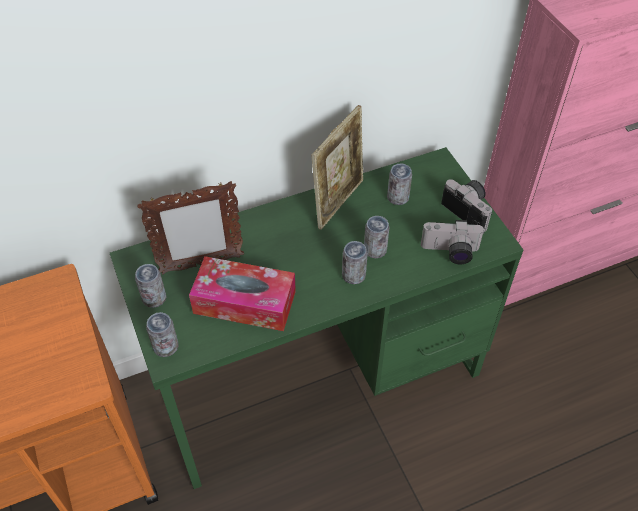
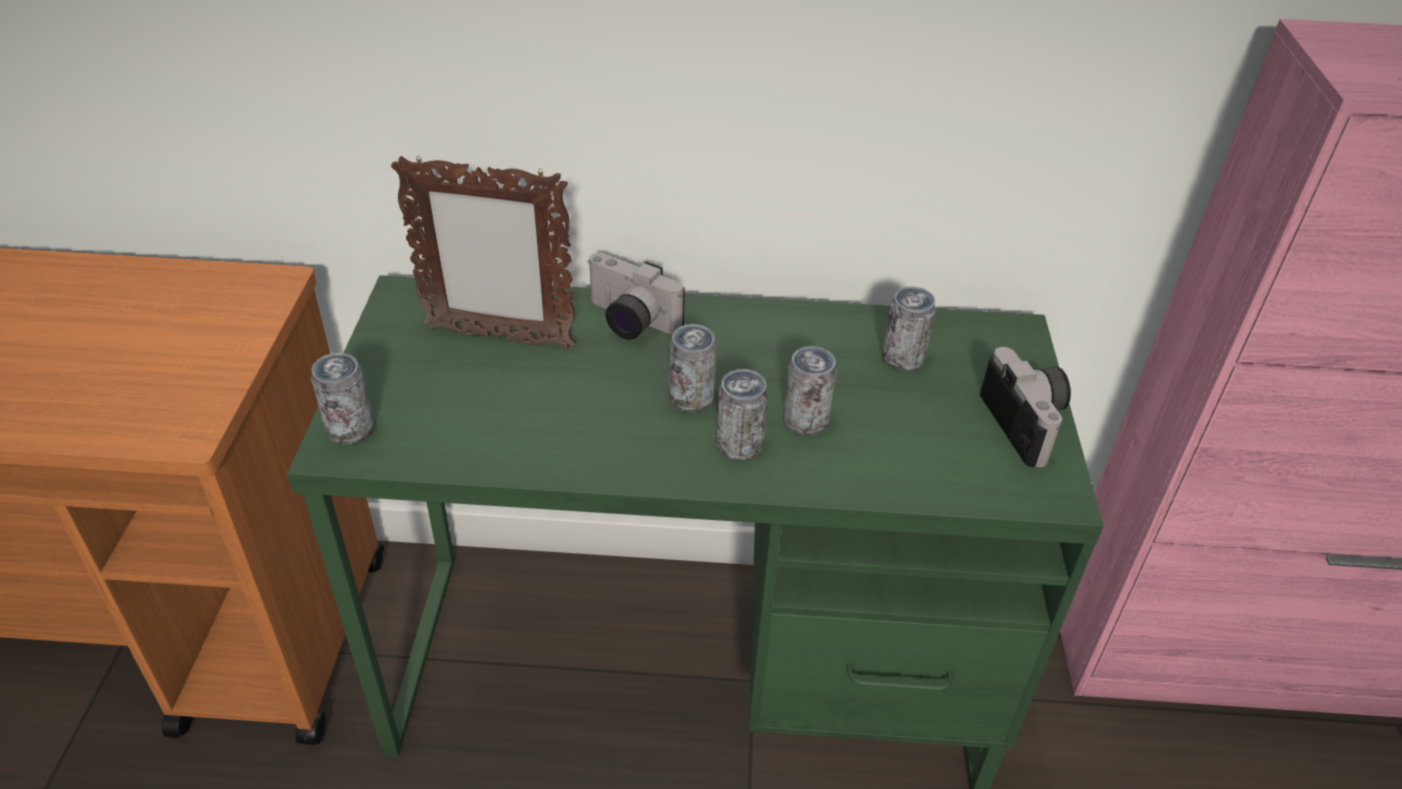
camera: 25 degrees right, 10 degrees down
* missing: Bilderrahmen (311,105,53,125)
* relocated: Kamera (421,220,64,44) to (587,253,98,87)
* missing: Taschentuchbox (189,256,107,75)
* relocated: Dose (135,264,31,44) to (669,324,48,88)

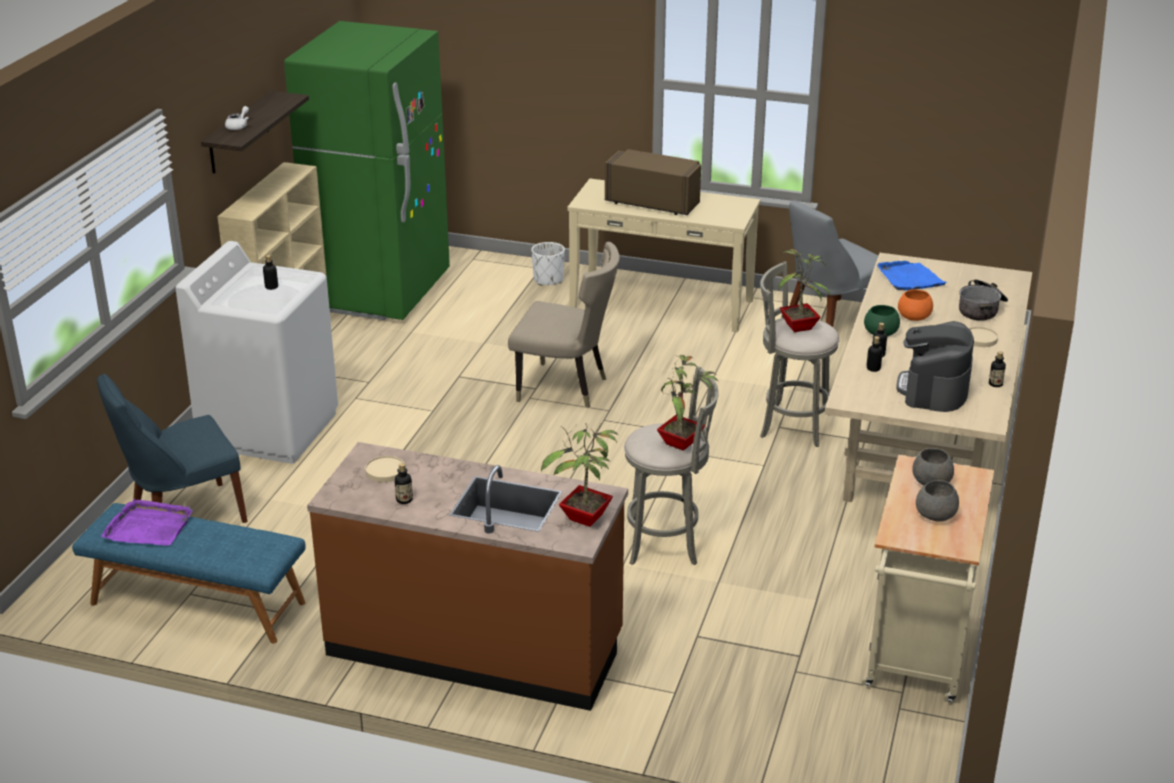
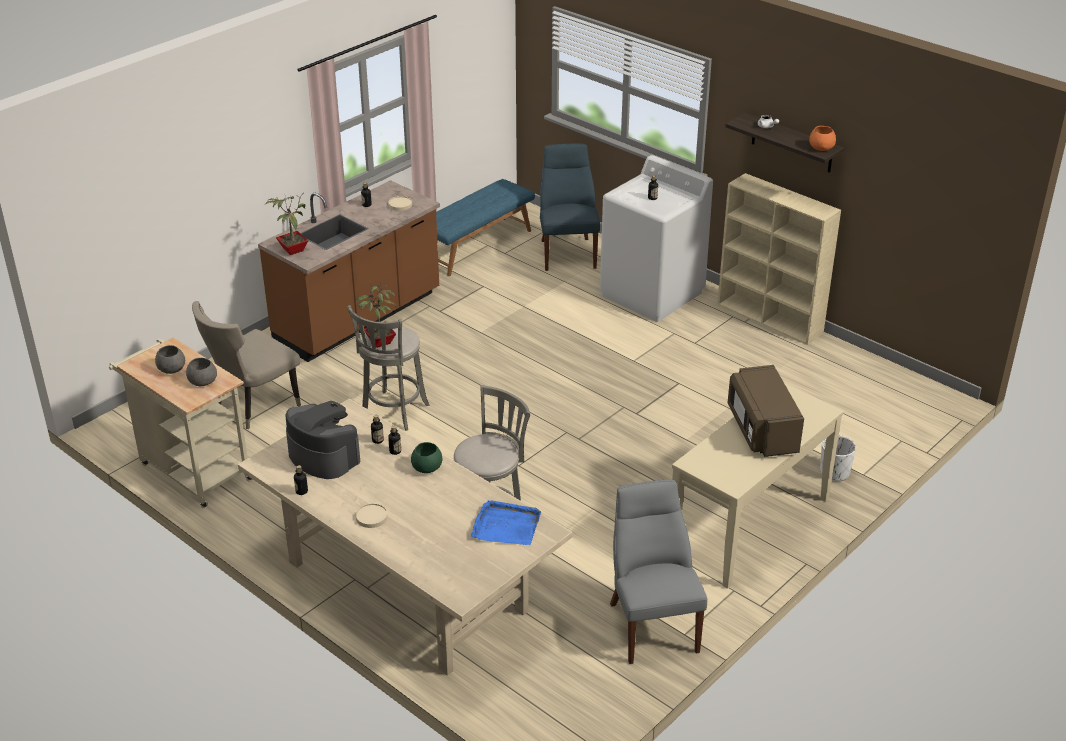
camera: 115 degrees right, 5 degrees up
* missing: Kühlschrank/grün (284,21,166,299)
* spun: Mikrowelle/braun (605,149,96,66) = (727,365,77,92) 120 degrees clockwise
* relocated: Stuhl/beige (508,242,112,166) to (192,301,109,128)
* missing: Topfpflanze (778,249,53,83)
* missing: Kochtopf (959,279,49,42)
* relocated: Schüssel/orange (898,289,35,32) to (809,126,27,25)
* missing: Tablett/lila (101,499,92,47)

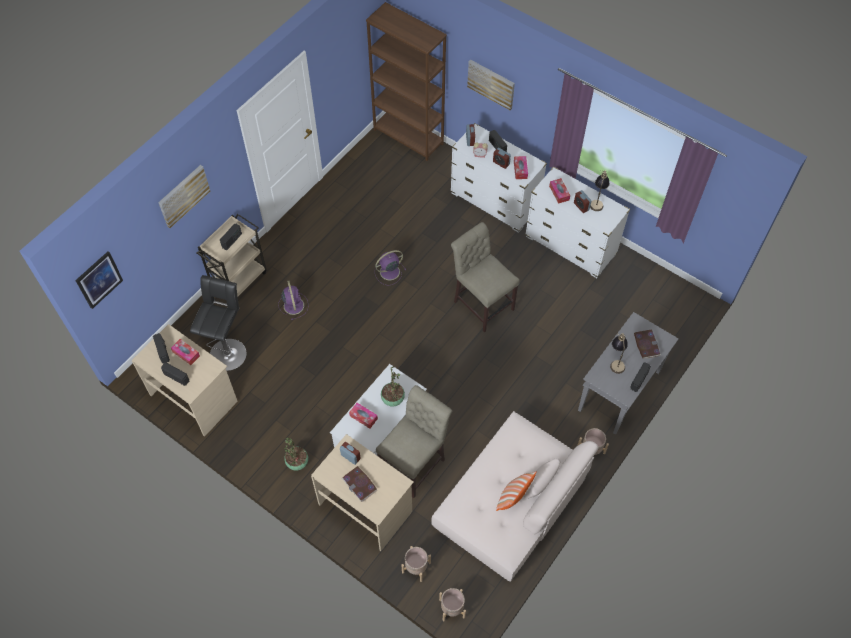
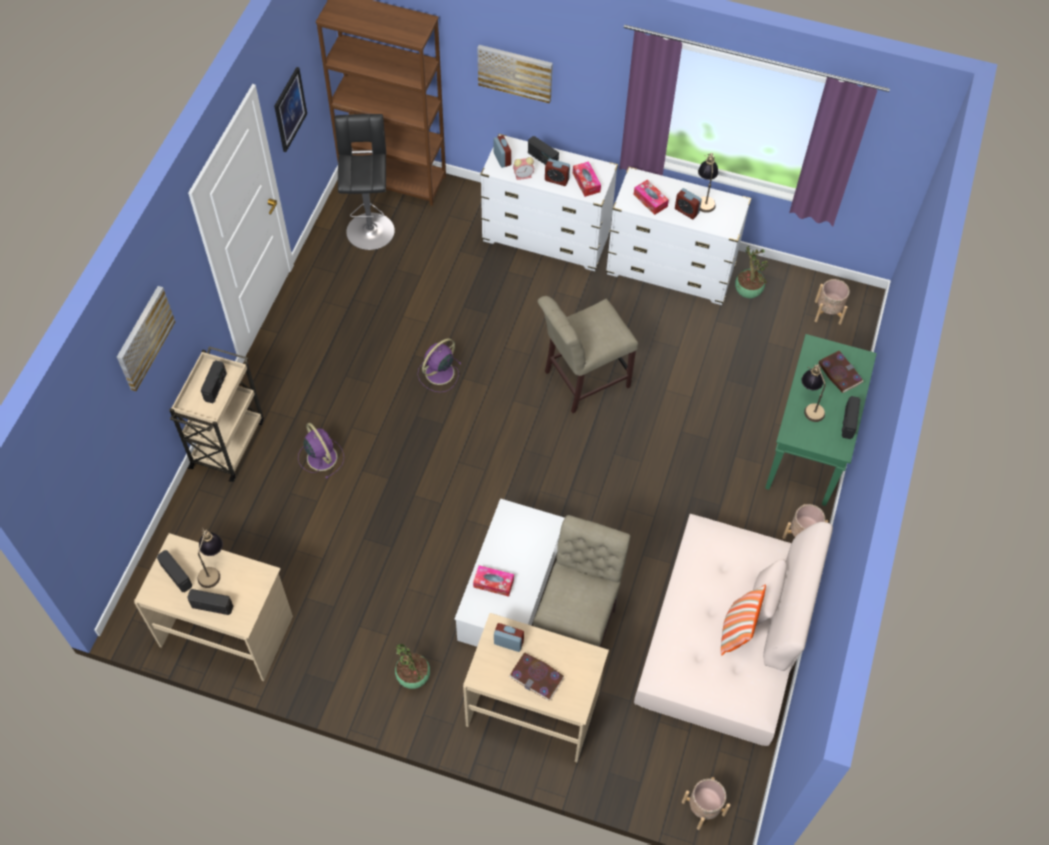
camera: 20 degrees left, 0 degrees up
* spun: Stuhl/beige (451,222,69,110) = (538,296,100,117) 60 degrees counterclockwise
* relocated: Bild (75,251,48,58) to (274,67,33,85)
* relocated: Hocker/schwarz (190,275,57,96) to (335,114,60,136)
* colour: Konsolentisch/grau (578,312,100,123) to Konsolentisch/grün (765,334,112,172)
* exchanged: Taschentuchbox (171,339,29,26) to Tischlampe (198,528,25,60)
* relocated: Topfpflanze (381,367,24,40) to (735,246,33,52)
* relocated: Pflanzkübel/beige (401,546,30,36) to (815,279,35,46)

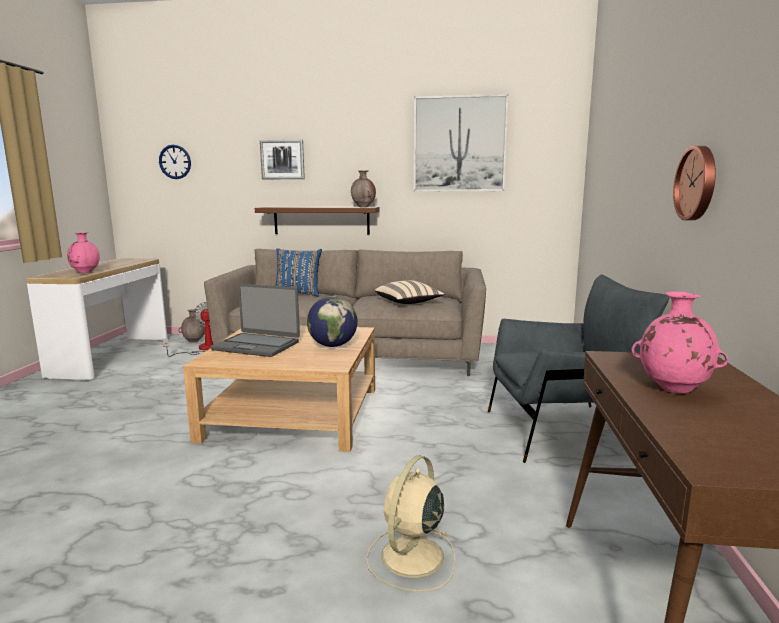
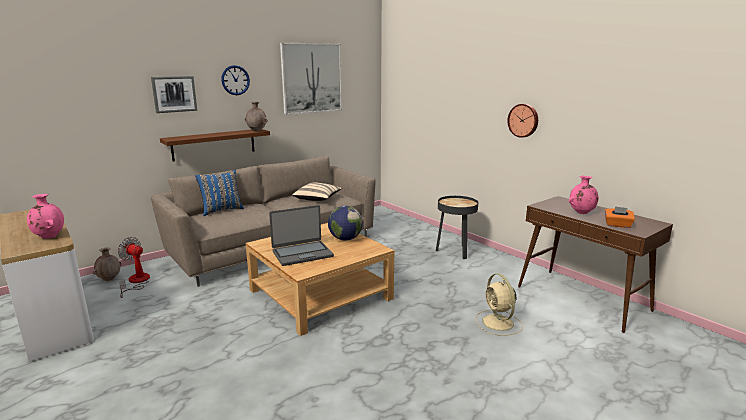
camera: 45 degrees left, 5 degrees up
* relocated: Wanduhr (159,145,32,34) to (221,65,29,30)
* exchanged: Sessel/grau (488,274,182,189) to Beistelltisch/schwarz (436,196,42,63)
* appeared: Taschentuchbox/orange (605,206,30,22)

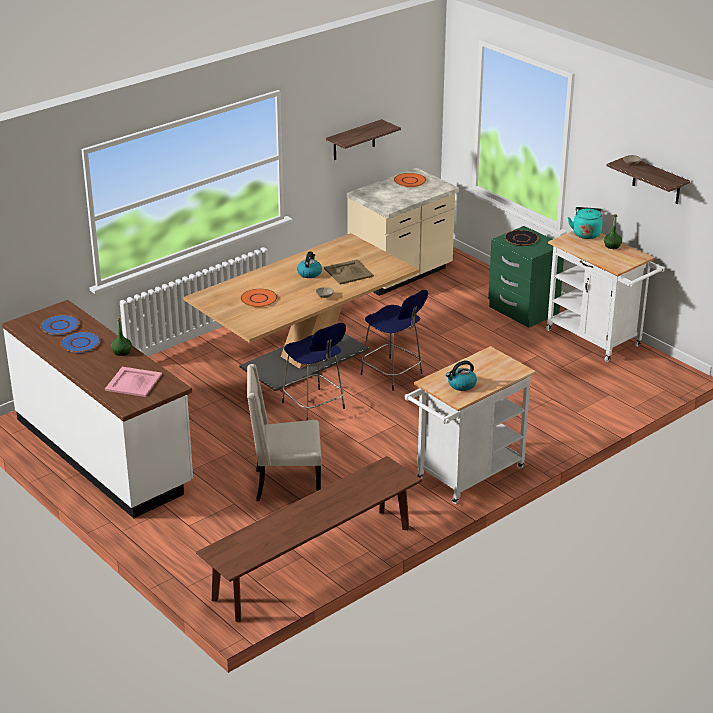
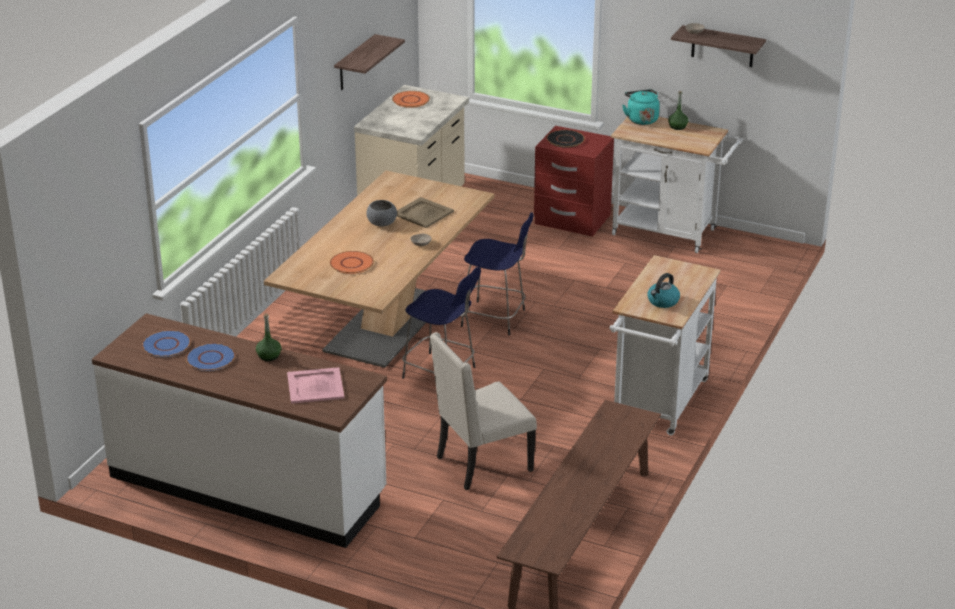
camera: 25 degrees left, 0 degrees up
* colour: Nachttisch/grün (488,226,76,102) to Nachttisch/rot (534,126,80,111)
* exchanged: Wasserkessel (297,251,25,27) to Schüssel/grau (367,200,30,27)

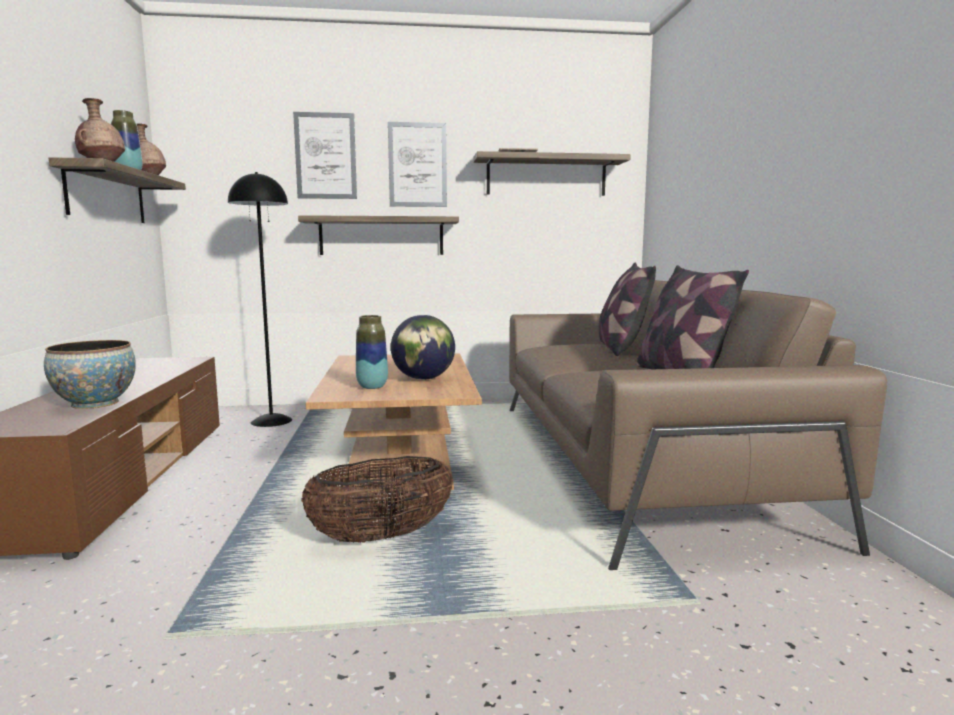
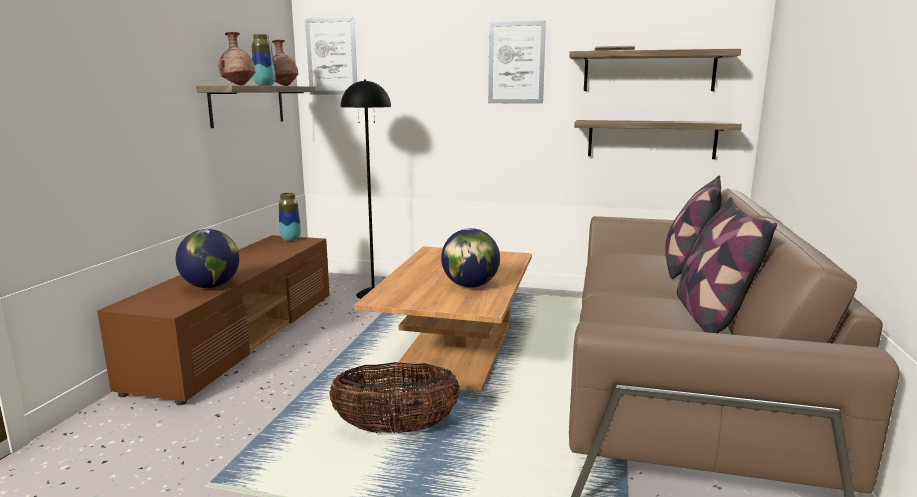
camera: 20 degrees right, 5 degrees up
* relocated: Bild (293,112,64,87) to (305,17,52,78)
* relocated: Wandregal (298,215,161,40) to (574,120,168,39)
* relocated: Vase (356,315,32,74) to (279,193,22,48)
* exchanged: Schüssel (44,340,92,69) to Globus (176,229,64,59)

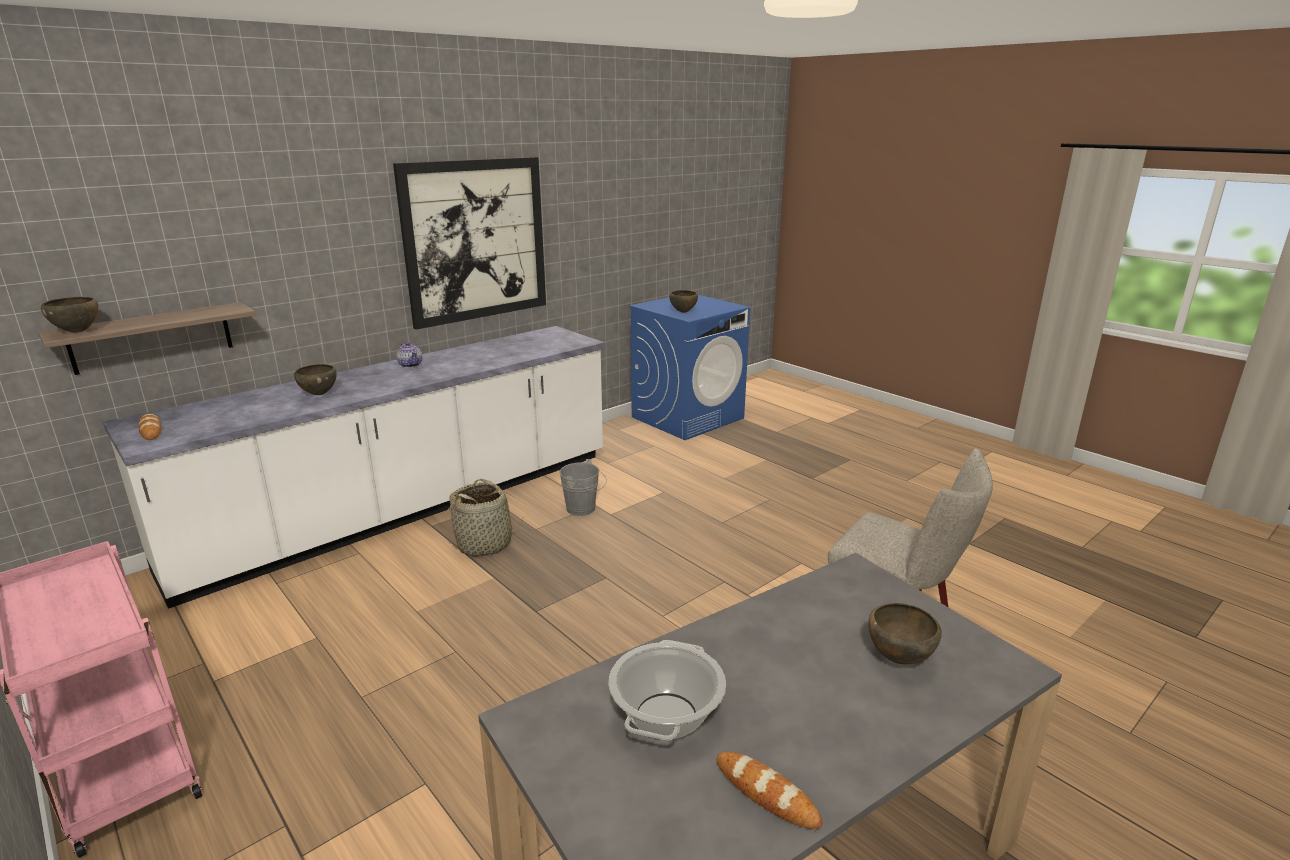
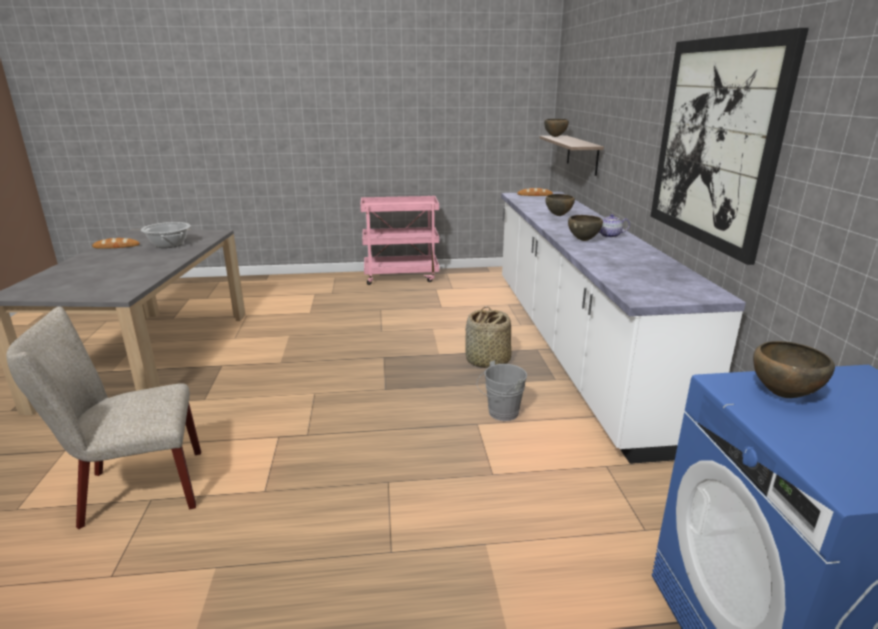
camera: 125 degrees right, 0 degrees up
* relocated: Schüssel/braun (868,603,74,61) to (568,215,35,26)

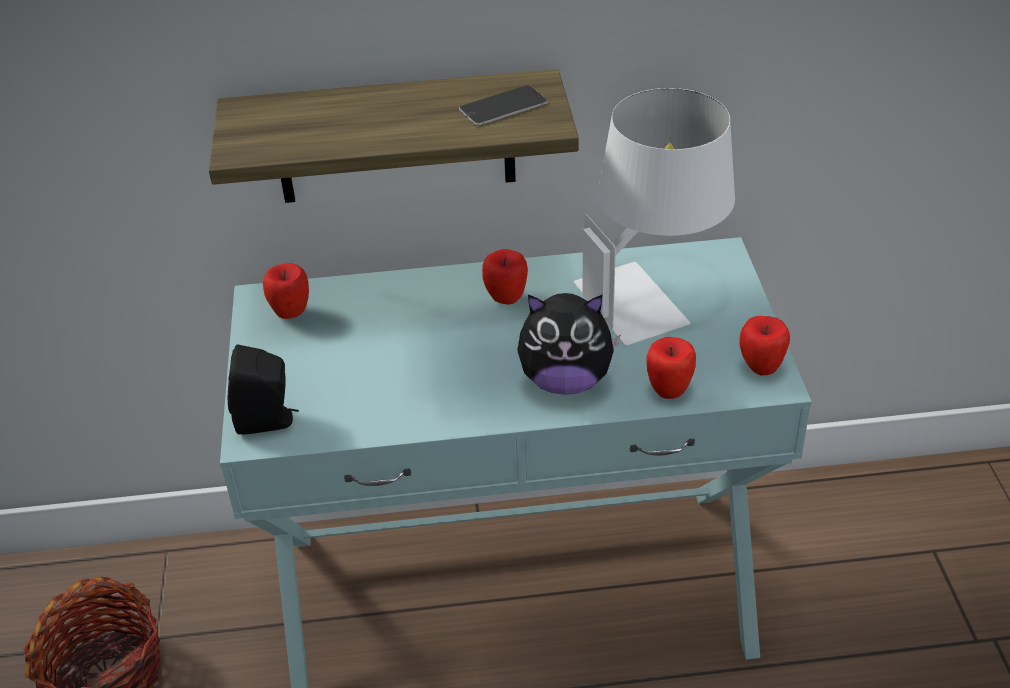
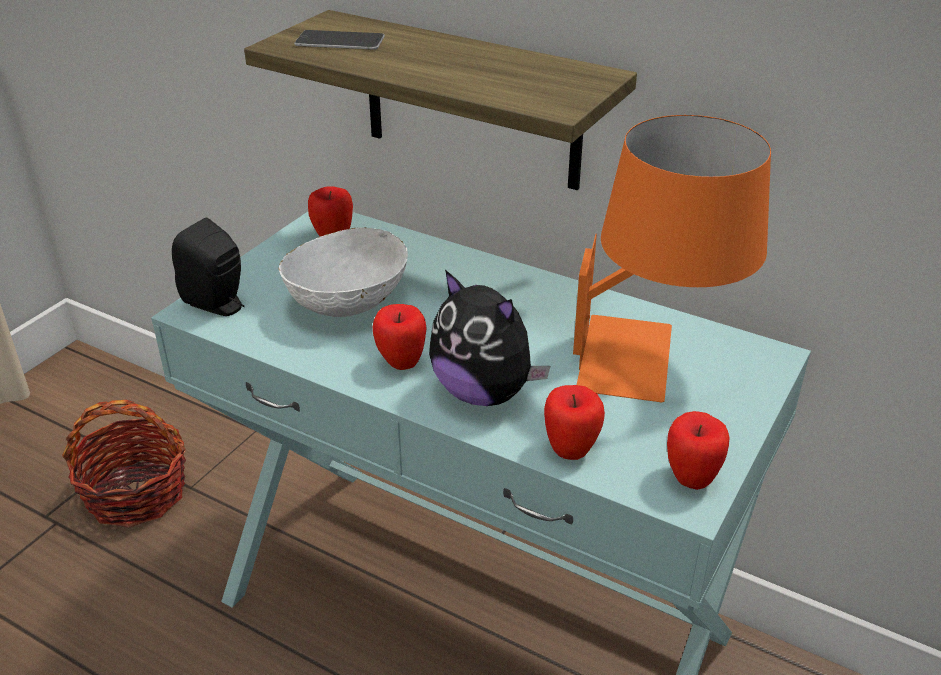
camera: 35 degrees right, 5 degrees down
* relocated: Handy (459,85,89,41) to (294,30,91,20)
* colour: Tischlampe/weiß (574,88,161,258) to Tischlampe/orange (573,115,198,287)
* relocated: Apfel (482,249,46,55) to (373,304,54,66)
* appeared: Schüssel/weiß (279,227,129,90)

